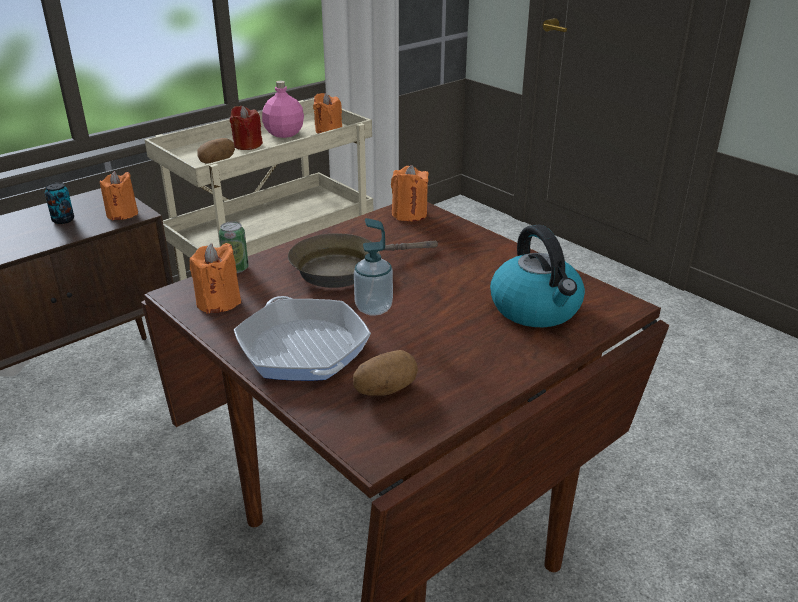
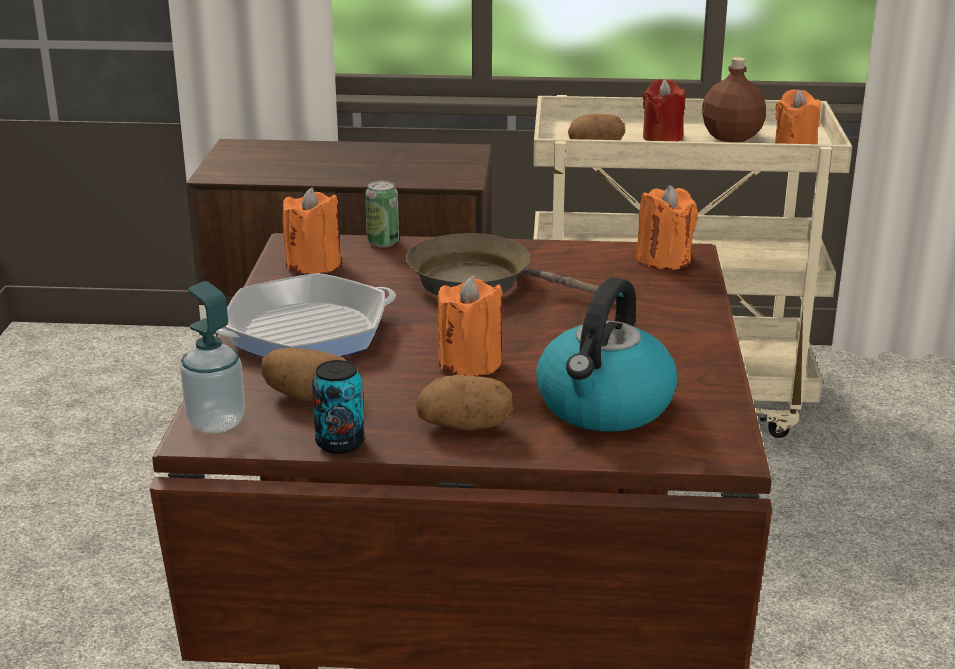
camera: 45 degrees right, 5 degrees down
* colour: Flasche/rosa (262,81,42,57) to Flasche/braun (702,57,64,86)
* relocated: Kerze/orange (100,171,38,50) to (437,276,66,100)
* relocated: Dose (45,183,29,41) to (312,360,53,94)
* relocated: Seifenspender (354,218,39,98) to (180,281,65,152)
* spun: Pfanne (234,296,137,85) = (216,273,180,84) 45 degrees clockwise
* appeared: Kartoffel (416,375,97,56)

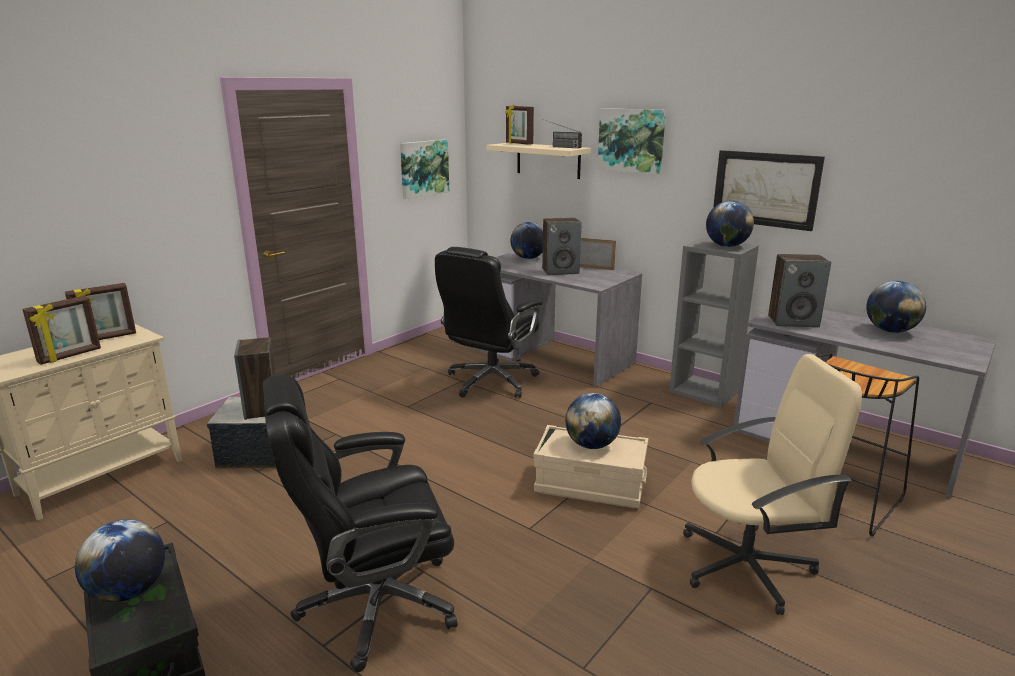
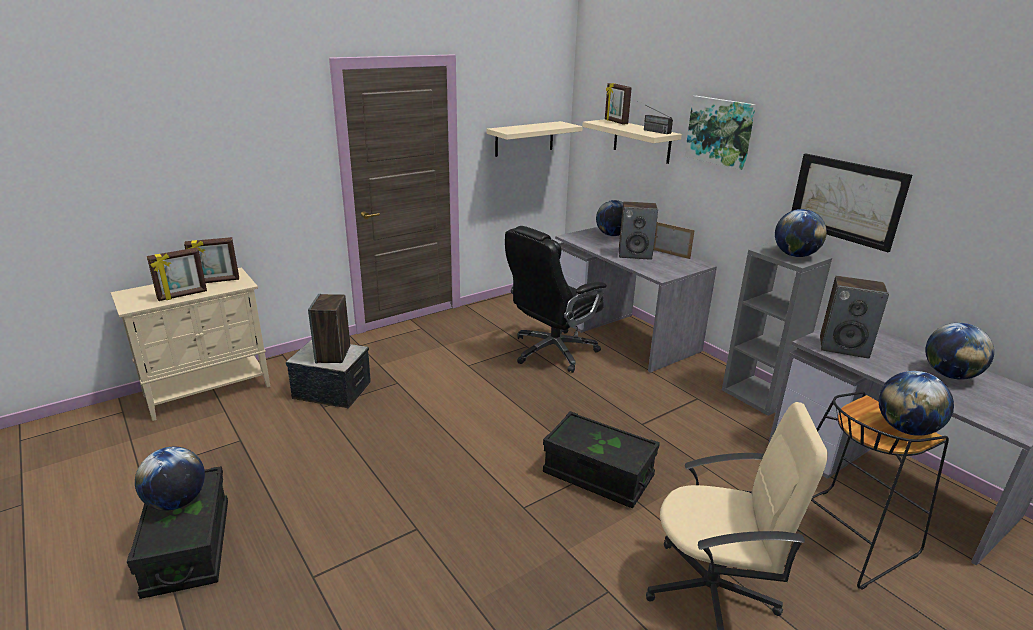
camera: 15 degrees right, 5 degrees up
* exchanged: Bild (400,139,49,60) to Wandregal/beige (487,121,96,36)
* missing: Bürostuhl/schwarz (263,375,195,297)
* relocated: Globus (565,393,56,56) to (879,371,75,65)
* colour: Aufbewahrungsbox/beige (533,425,115,83) to Aufbewahrungsbox/schwarz (543,411,117,97)

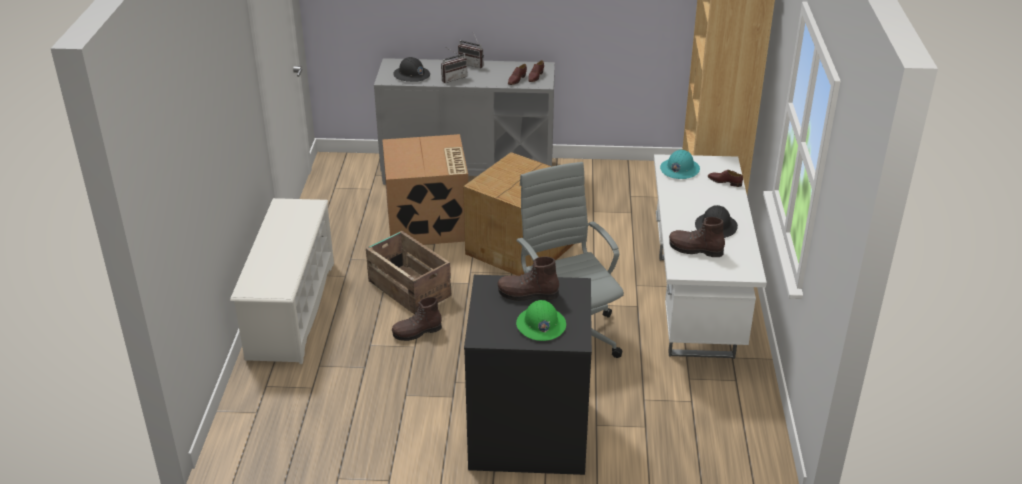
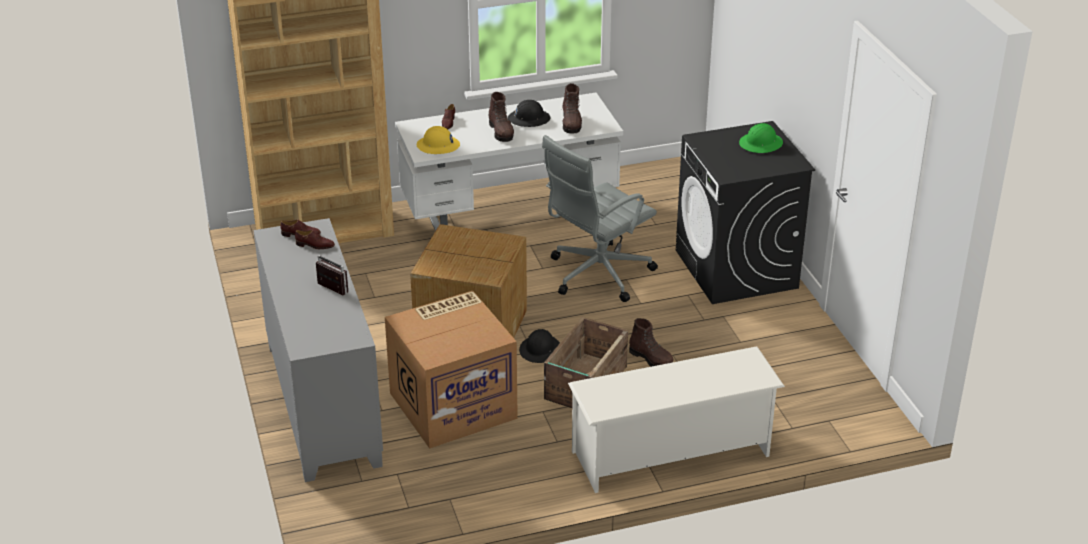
camera: 110 degrees left, 0 degrees up
* missing: Radio (458,33,26,35)
* relocated: Schutzhelm/schwarz (393,57,37,25) to (519,329,41,34)
* colour: Schutzhelm/türkis (660,150,40,29) to Schutzhelm/gelb (417,126,43,28)
* relocated: Stiefel/braun (498,257,61,44) to (489,92,25,50)

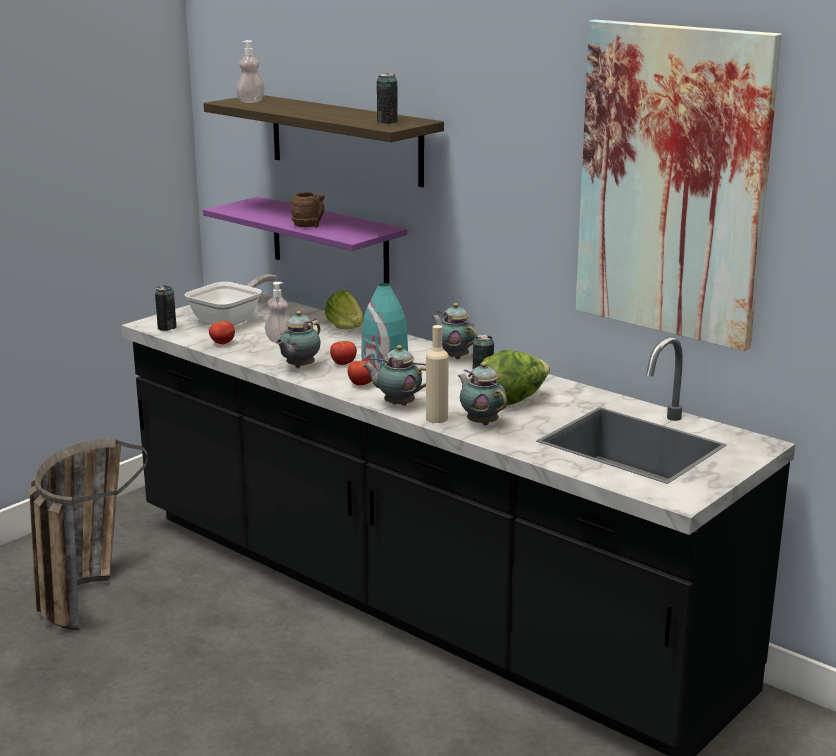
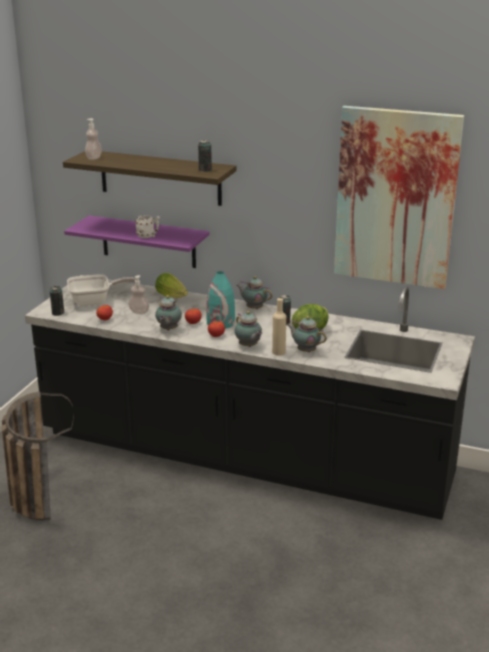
camera: 20 degrees left, 5 degrees up
* colour: Henkelbecher/braun (291,192,34,36) to Henkelbecher/weiß (135,215,25,23)
* spun: Pfanne (185,274,92,52) = (67,274,69,32) 60 degrees clockwise
* spun: Teekanne (362,345,64,61) = (235,311,27,36) 120 degrees counterclockwise

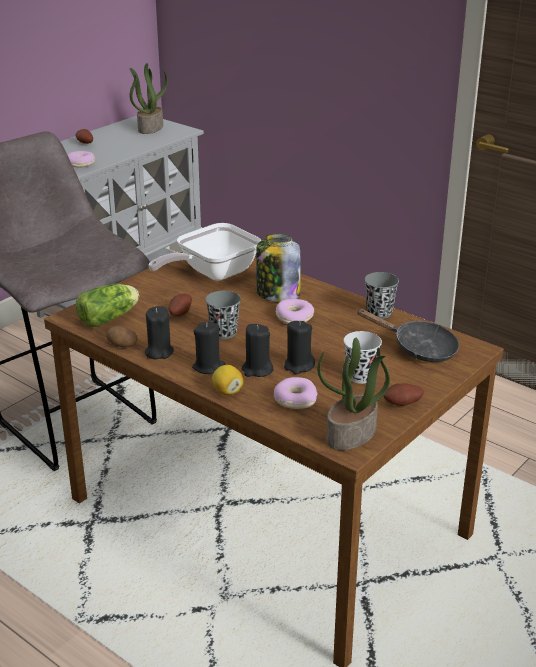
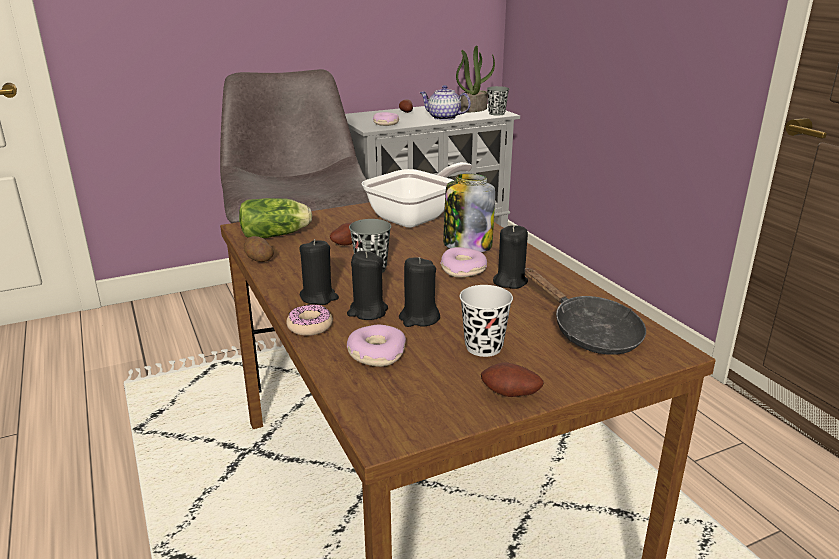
camera: 25 degrees right, 5 degrees down
* spun: Pfanne (148,223,113,58) = (361,162,111,66) 150 degrees clockwise
* relocated: Tasse/grau (365,272,34,47) to (487,86,22,30)
* relocated: Kerze/schwarz (145,306,29,53) to (493,225,35,64)
* missing: Topfpflanze (317,337,73,113)
* exchanged: Zitrone (212,365,31,30) to Donut (286,304,47,32)
* appeared: Teekanne (419,85,52,35)

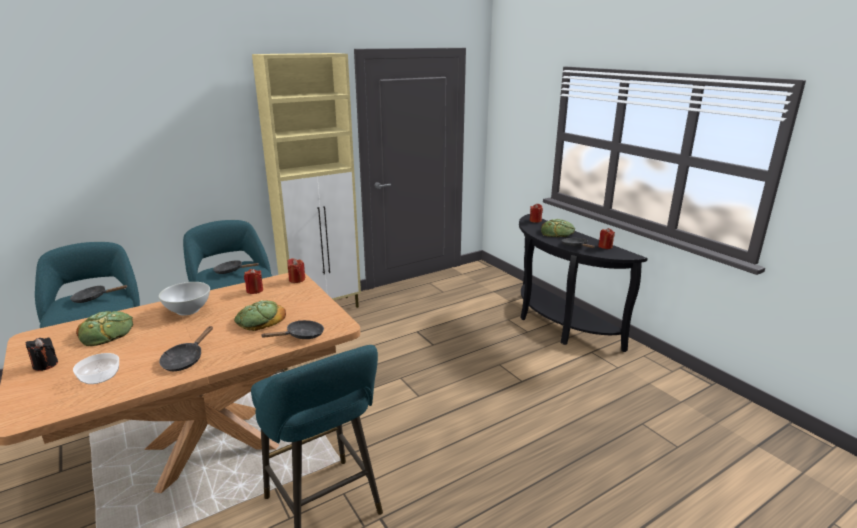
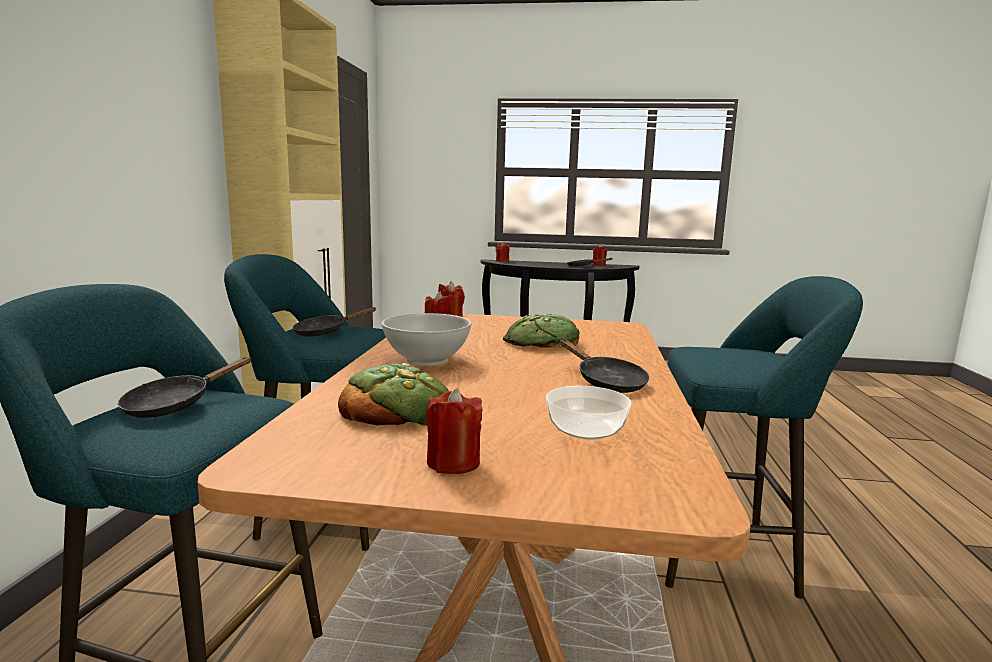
camera: 50 degrees left, 10 degrees down
* missing: Brot (541,219,34,18)
* missing: Pfanne/schwarz (260,320,64,19)
* colour: Kerze/schwarz (26,337,32,34) to Kerze/rot (426,388,57,86)

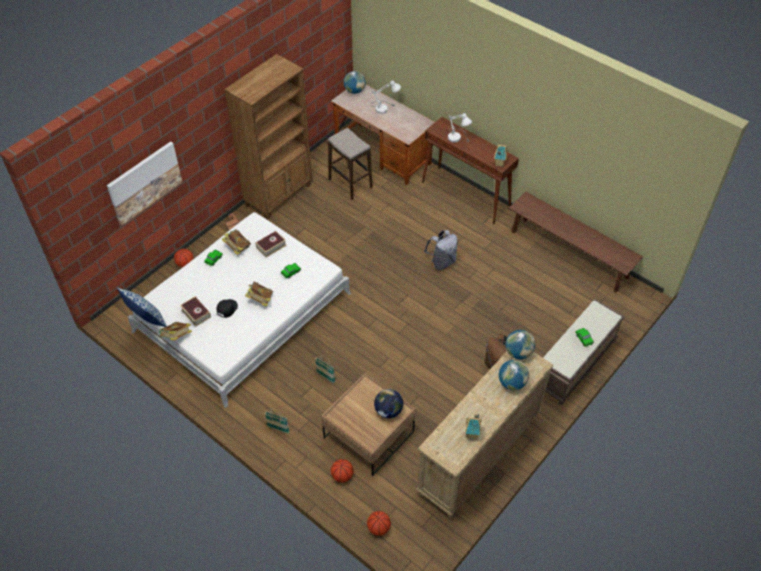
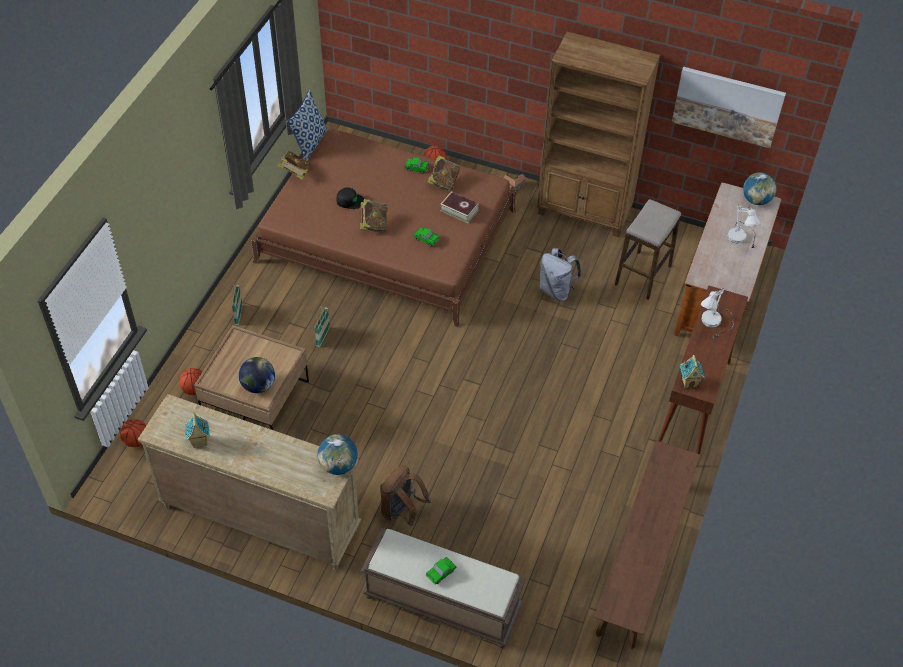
camera: 70 degrees right, 0 degrees up
* relocated: Bild (107,141,75,84) to (672,67,114,81)
* colour: Bett/weiß (128,212,223,196) to Bett/braun (251,128,265,199)
* relocated: Rucksack/grau (424,230,34,40) to (539,248,42,53)
* missing: Buch (180,296,31,30)
* missing: Globus (499,360,30,30)

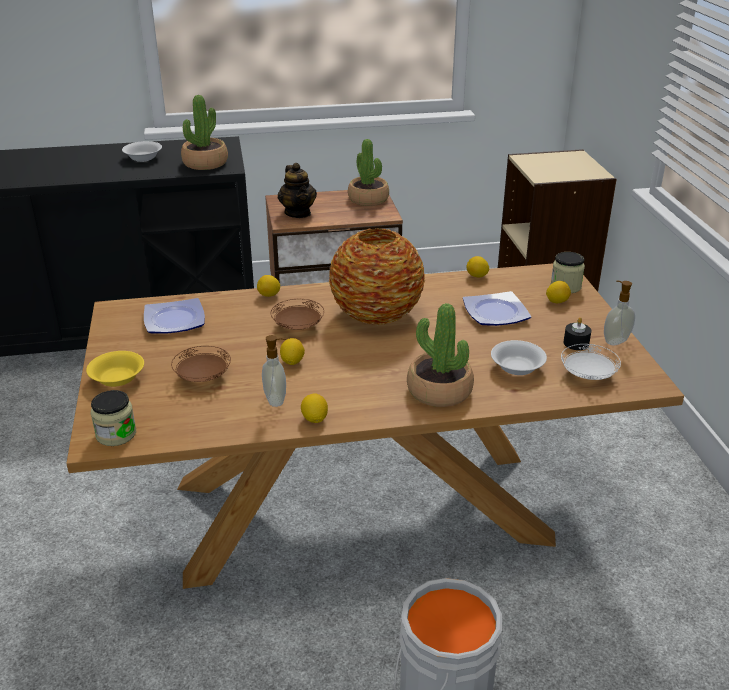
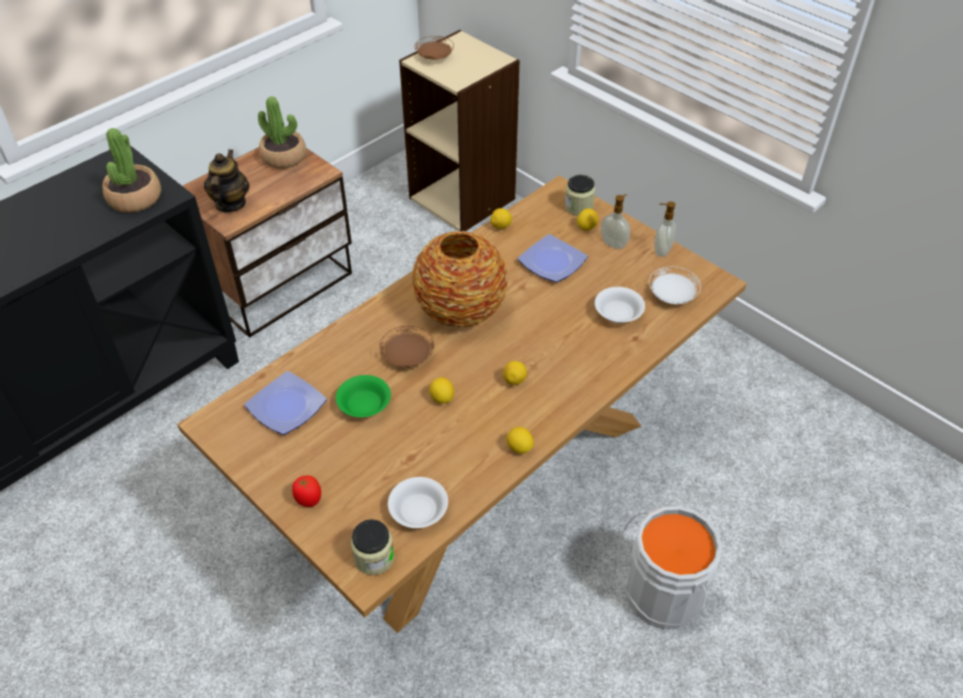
camera: 35 degrees left, 15 degrees up
* relocated: Schüssel/weiß (122,141,40,21) to (388,477,60,51)
* spun: Teekanne (278,163,39,55) = (204,149,46,64) 120 degrees counterclockwise
* relocated: Zitrone (257,275,23,22) to (503,361,24,24)
* missing: Topfpflanze (407,303,67,104)
* missing: Kerze/schwarz (564,317,27,33)
* relocated: Seifenspender (262,335,24,72) to (601,194,29,55)
* relocated: Teller/braun (171,346,60,36) to (415,36,39,24)
* exchanged: Schüssel/gelb (86,351,58,36) to Tomate (292,475,29,32)
* appeared: Schüssel/grün (336,375,55,42)

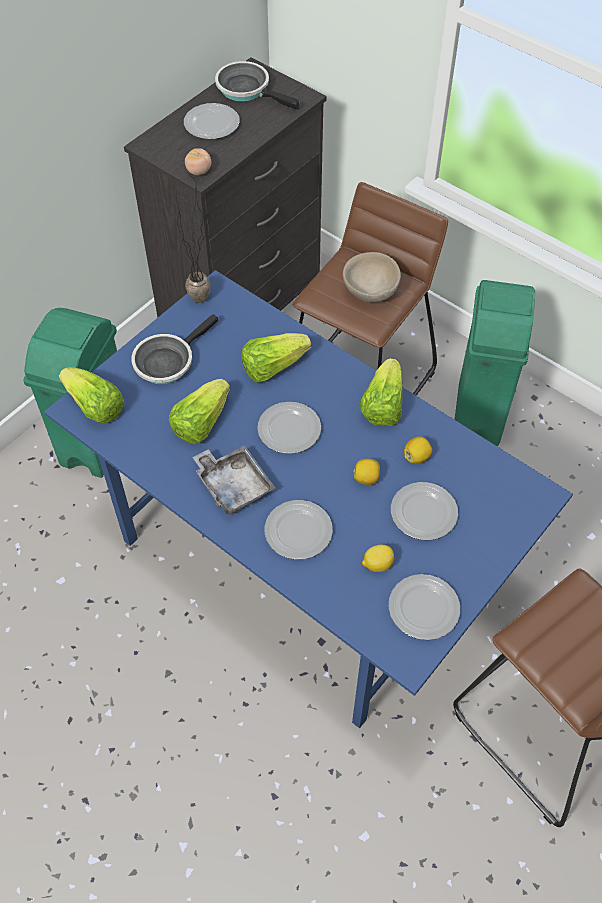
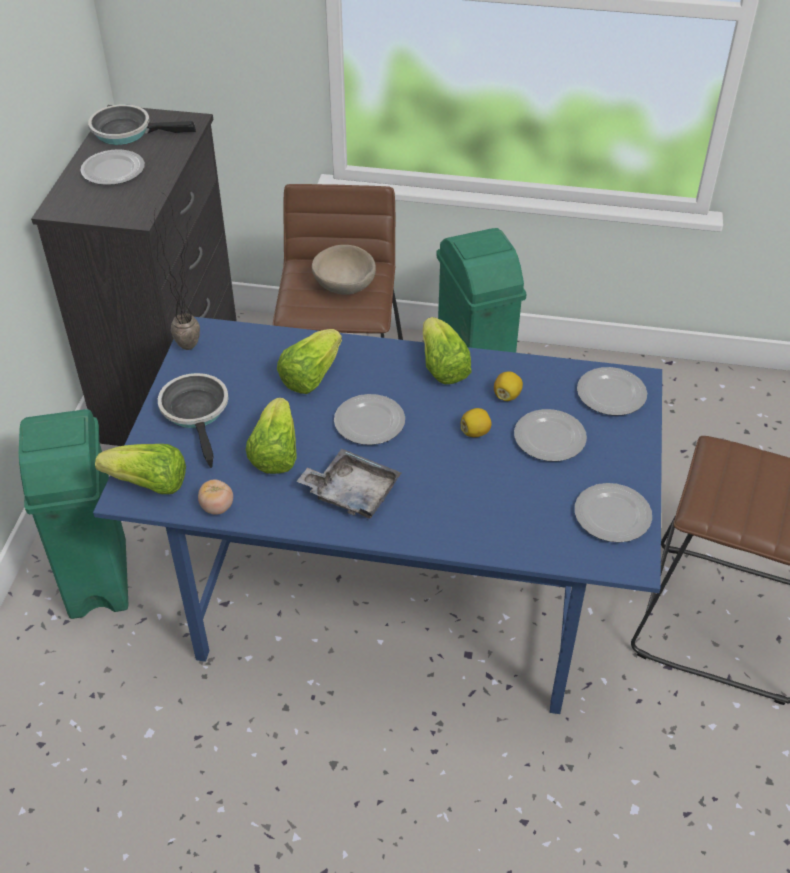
camera: 30 degrees left, 10 degrees down
* relocated: Tomate (185,148,26,27) to (198,479,35,36)
* spun: Pfanne (131,314,87,70) = (158,373,71,95) 150 degrees clockwise
* relocated: Teller (265,500,68,60) to (577,367,70,48)
* missing: Zitrone (362,545,32,27)

